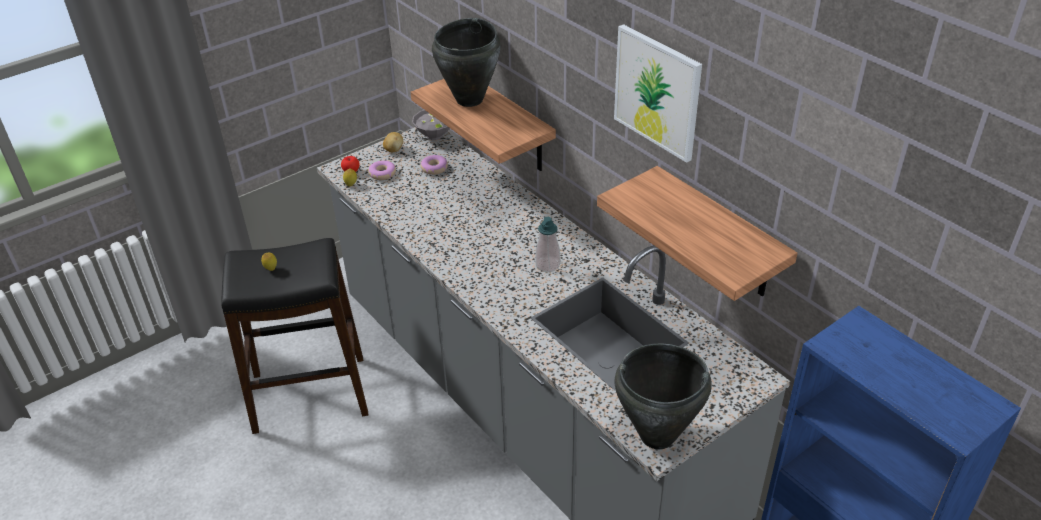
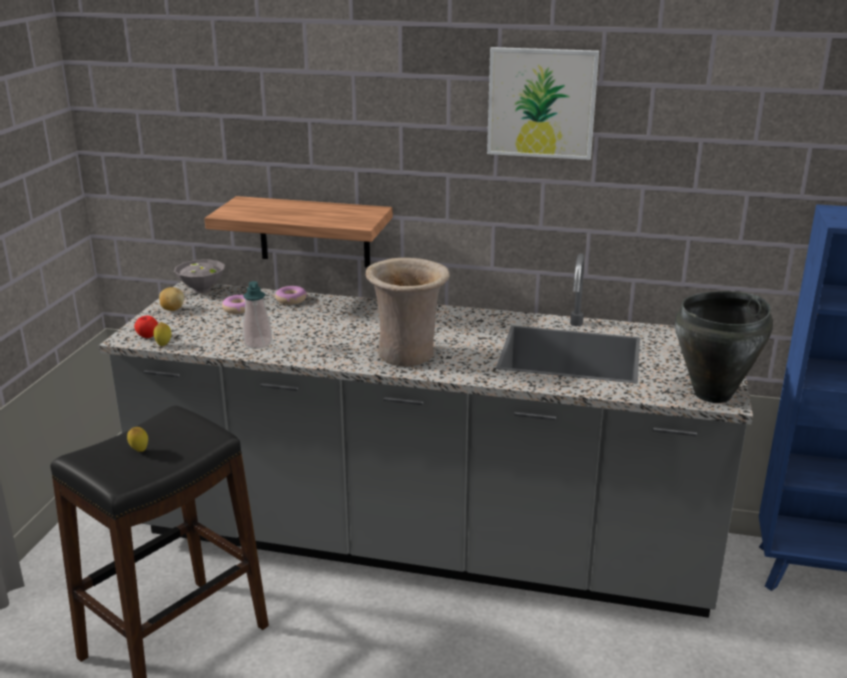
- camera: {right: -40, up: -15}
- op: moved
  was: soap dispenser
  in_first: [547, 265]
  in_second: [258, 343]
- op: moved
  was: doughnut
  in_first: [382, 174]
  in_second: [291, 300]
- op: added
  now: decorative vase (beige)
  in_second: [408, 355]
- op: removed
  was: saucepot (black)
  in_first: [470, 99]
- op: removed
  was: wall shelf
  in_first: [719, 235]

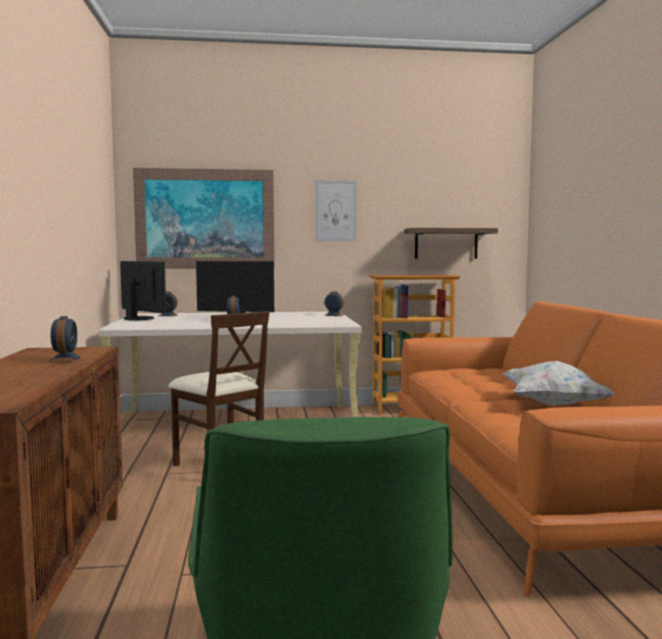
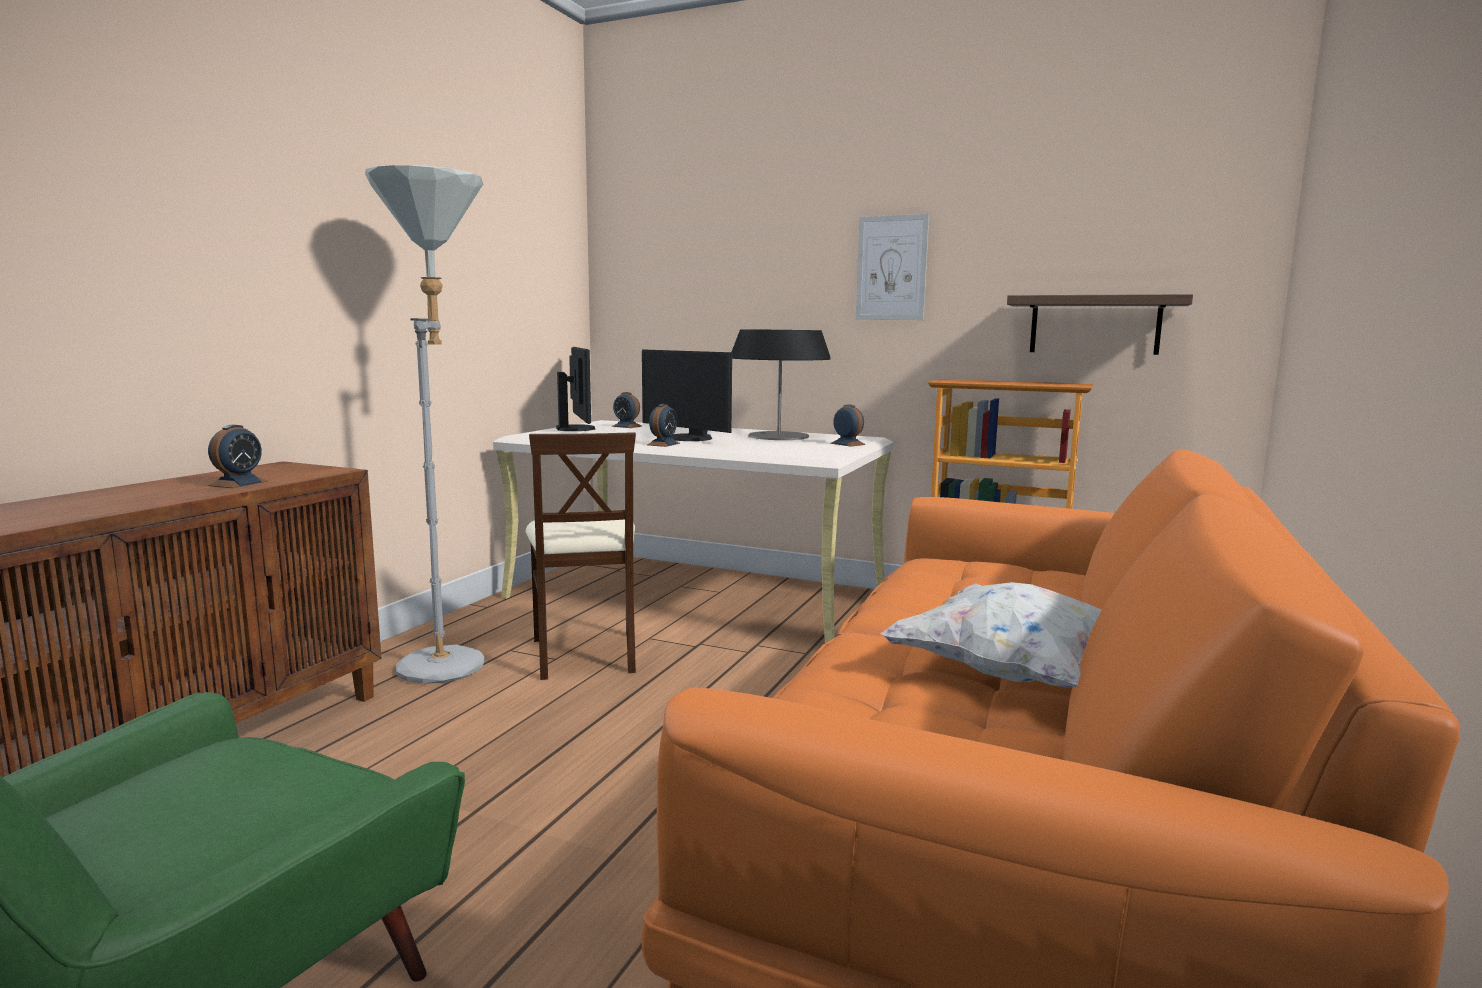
- camera: {right: 30, up: 5}
- op: added
  now: floor lamp (greyish)
  in_second: [449, 660]
- op: added
  now: lamp for a table
  in_second: [778, 436]
- op: removed
  was: wall art
  in_first: [205, 219]

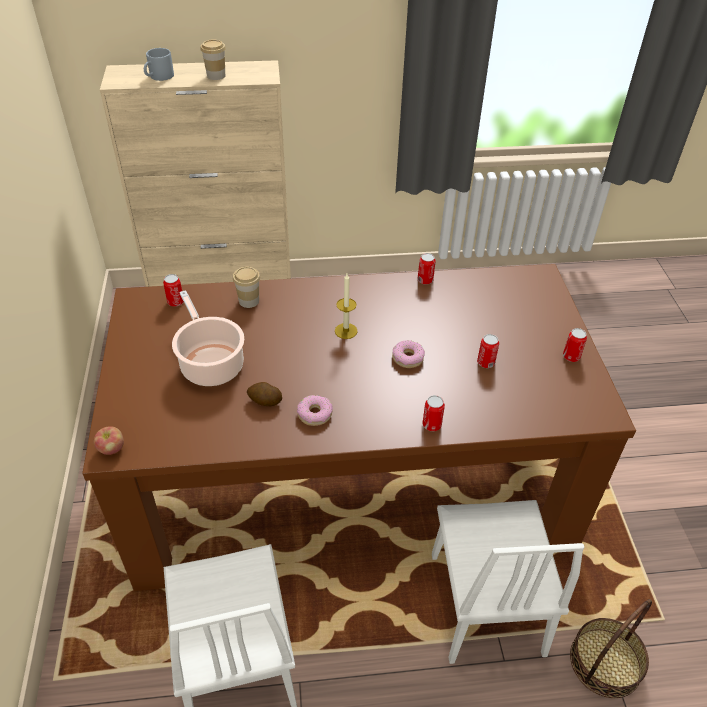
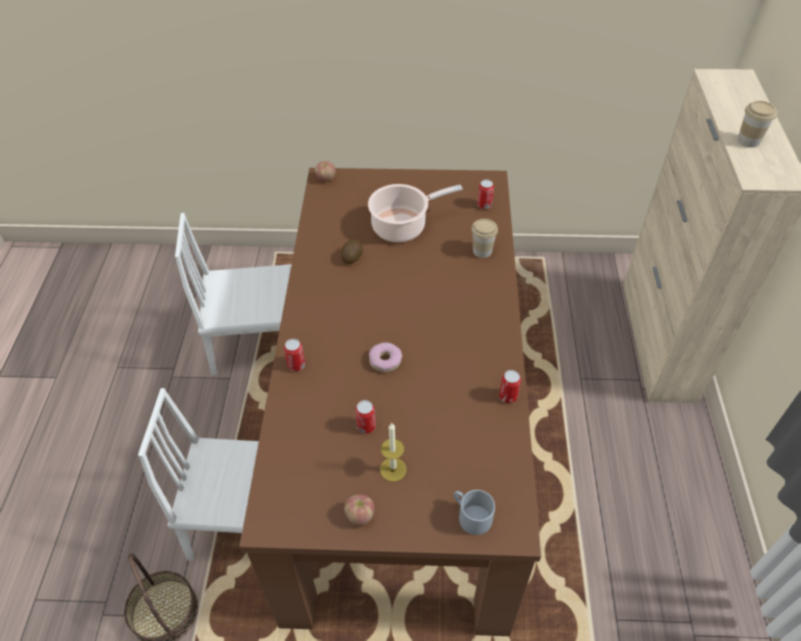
- camera: {right: 100, up: 5}
- op: replaced
  was: can
  now: apple fruit
  in_first: [571, 356]
  in_second: [360, 515]
- op: moved
  was: candle
  in_first: [346, 331]
  in_second: [393, 469]
- op: moved
  was: mug (greyish)
  in_first: [159, 77]
  in_second: [470, 516]
- op: removed
  was: doughnut
  in_first: [315, 414]

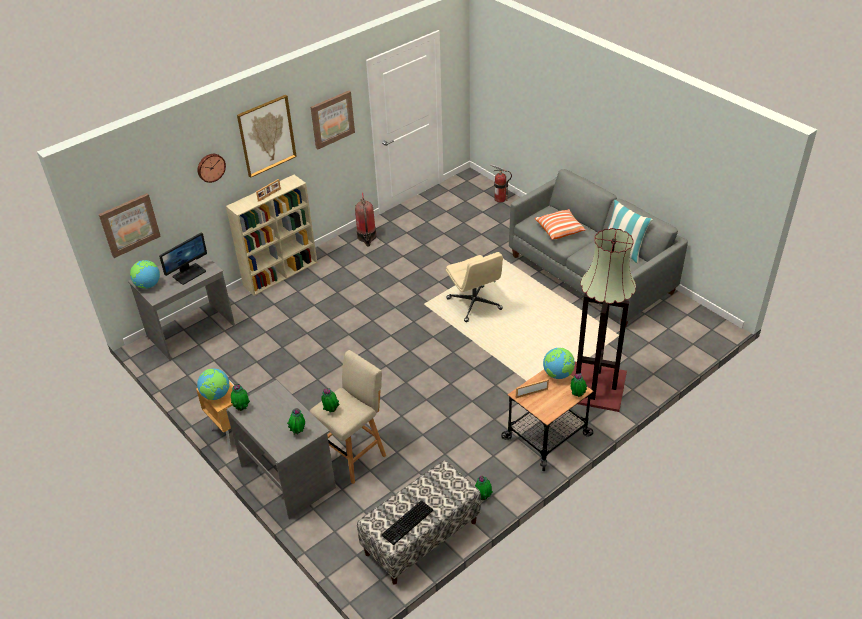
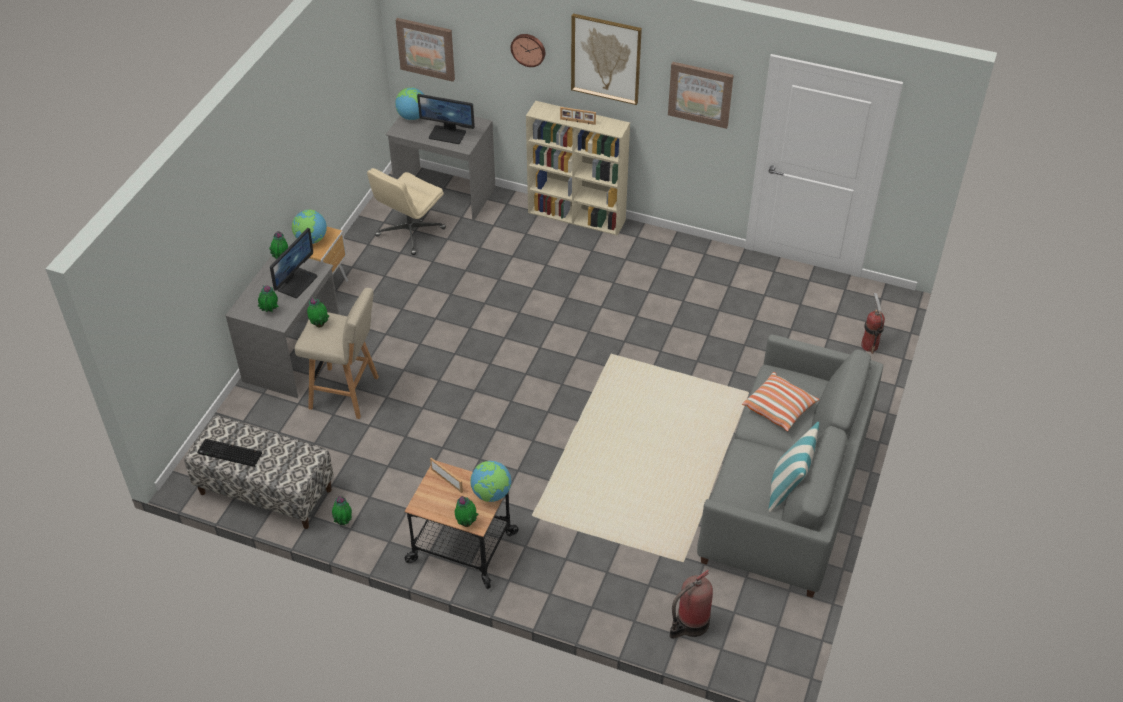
- camera: {right: 60, up: 5}
- op: added
  now: computer display
  in_second: [297, 282]
- op: moved
  was: office chair (beige)
  in_first: [474, 304]
  in_second: [410, 233]
- op: moved
  was: fire extinguisher
  in_first: [367, 237]
  in_second: [690, 624]
- op: removed
  was: floor lamp
  in_first: [596, 386]

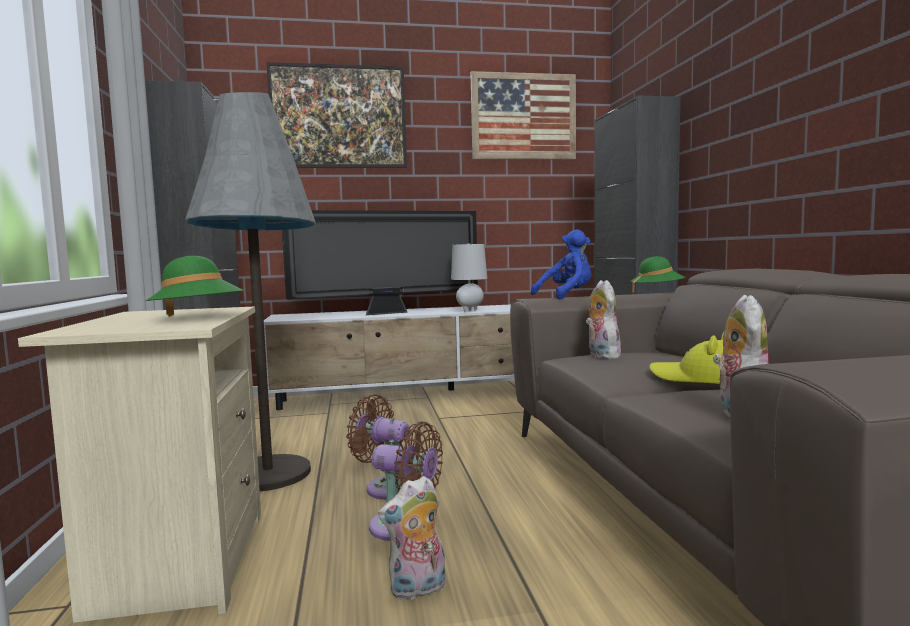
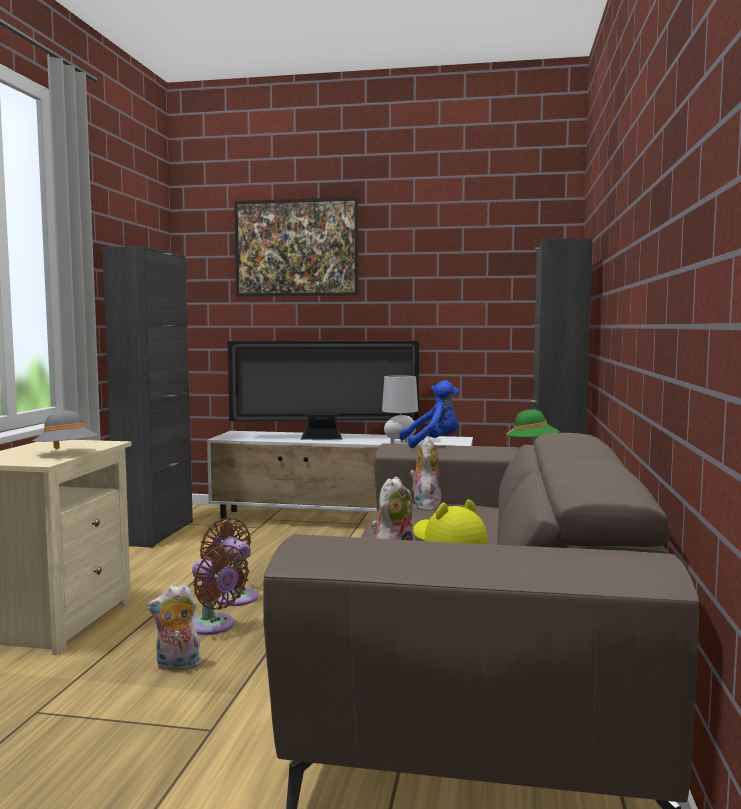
- camera: {right: 20, up: 0}
- op: recoloured
  was: clothing hat (green-coloured)
  now: clothing hat (greyish)
  in_first: [198, 318]
  in_second: [67, 453]
- op: removed
  was: floor lamp (greyish)
  in_first: [268, 474]
- op: removed
  was: wall art
  in_first: [523, 117]

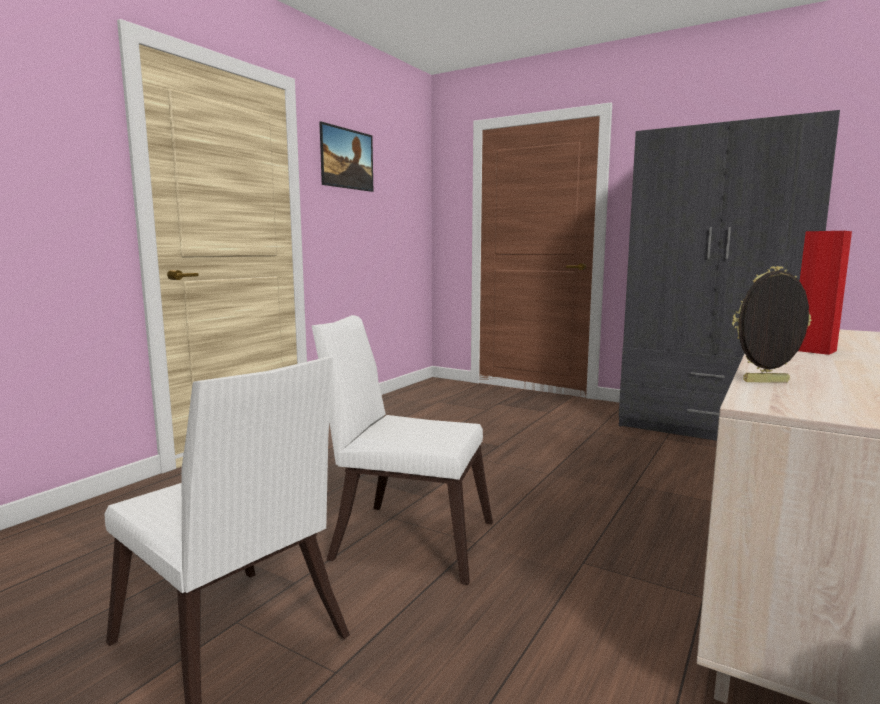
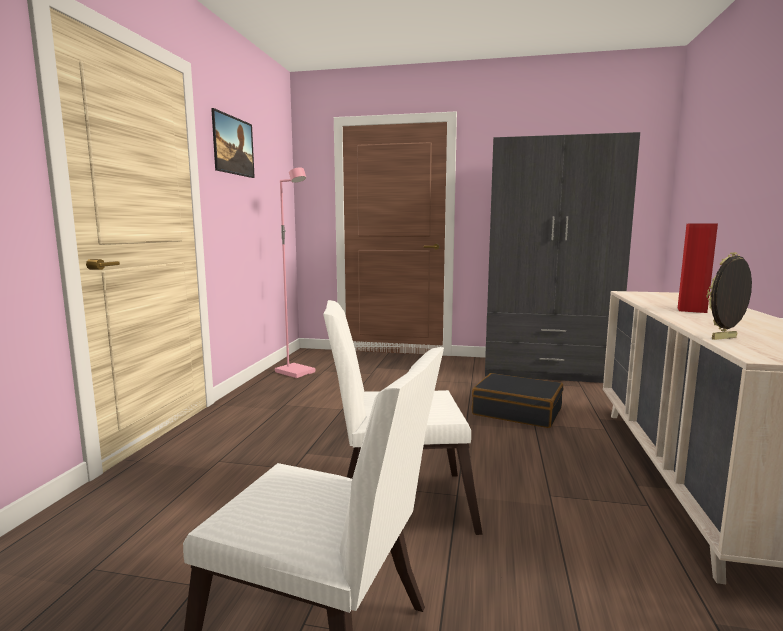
- camera: {right: -20, up: 0}
- op: added
  now: floor lamp (pink-coloured)
  in_second: [296, 372]
- op: added
  now: piece of luggage (black)
  in_second: [517, 411]

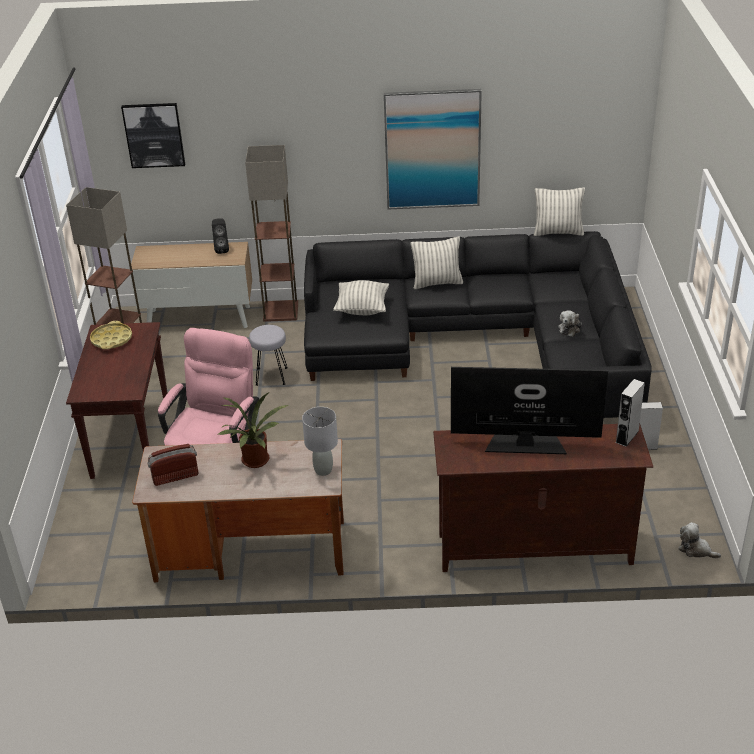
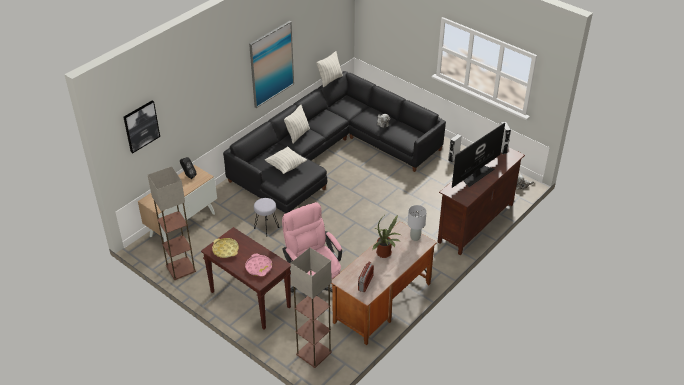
- camera: {right: -50, up: 5}
- op: added
  now: serving tray (pink-coloured)
  in_second: [259, 267]
- op: moved
  was: floor lamp
  in_first: [281, 311]
  in_second: [313, 352]

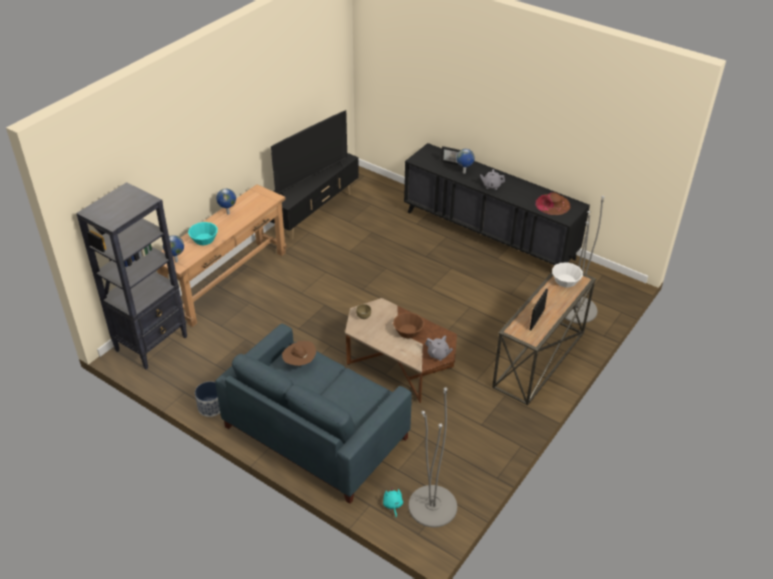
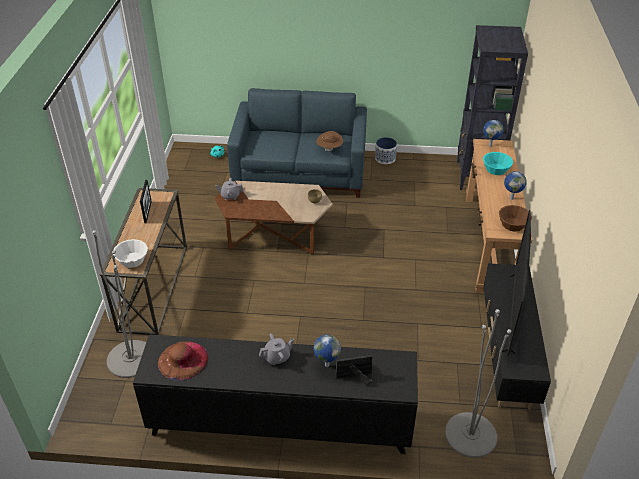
- camera: {right: 150, up: 0}
- op: moved
  was: floor lamp (greyish)
  in_first: [432, 506]
  in_second: [470, 435]
- op: moved
  was: serving bowl (brown-coloured)
  in_first: [408, 331]
  in_second: [513, 224]

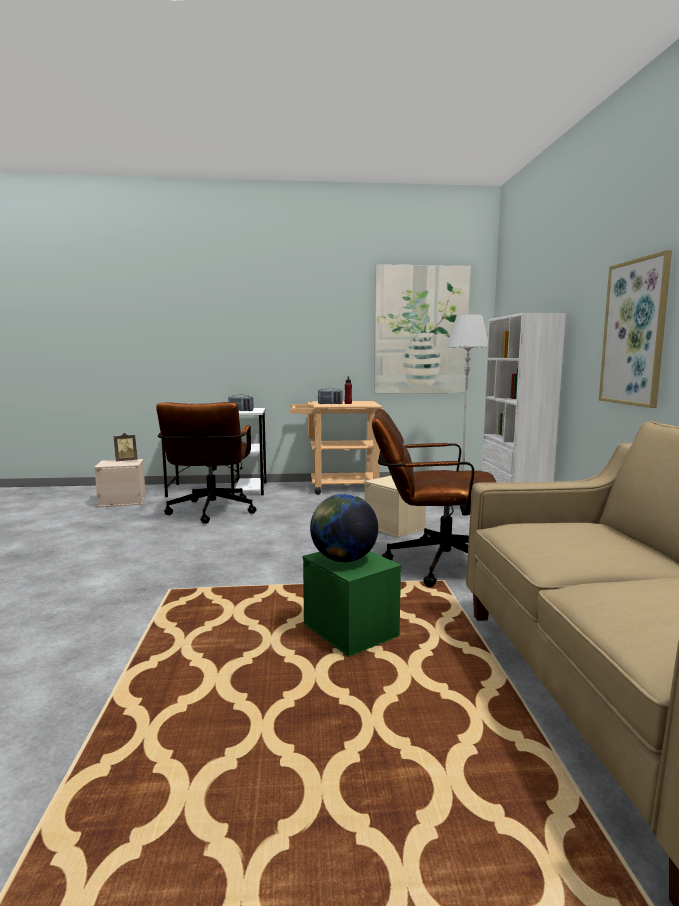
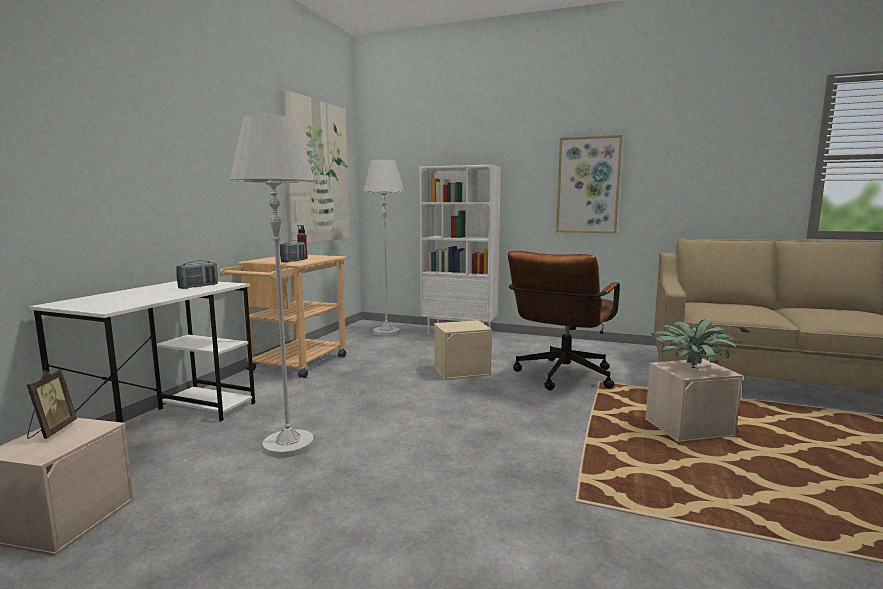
- camera: {right: -65, up: 0}
- op: replaced
  was: office chair (brown-coloured)
  now: floor lamp (white-coloured)
  in_first: [210, 513]
  in_second: [288, 445]
- op: recoloured
  was: storage bin (green-coloured)
  now: storage bin (beige)
  in_first: [352, 631]
  in_second: [689, 427]
- op: replaced
  was: world globe
  now: potted plant
  in_first: [343, 559]
  in_second: [694, 370]

